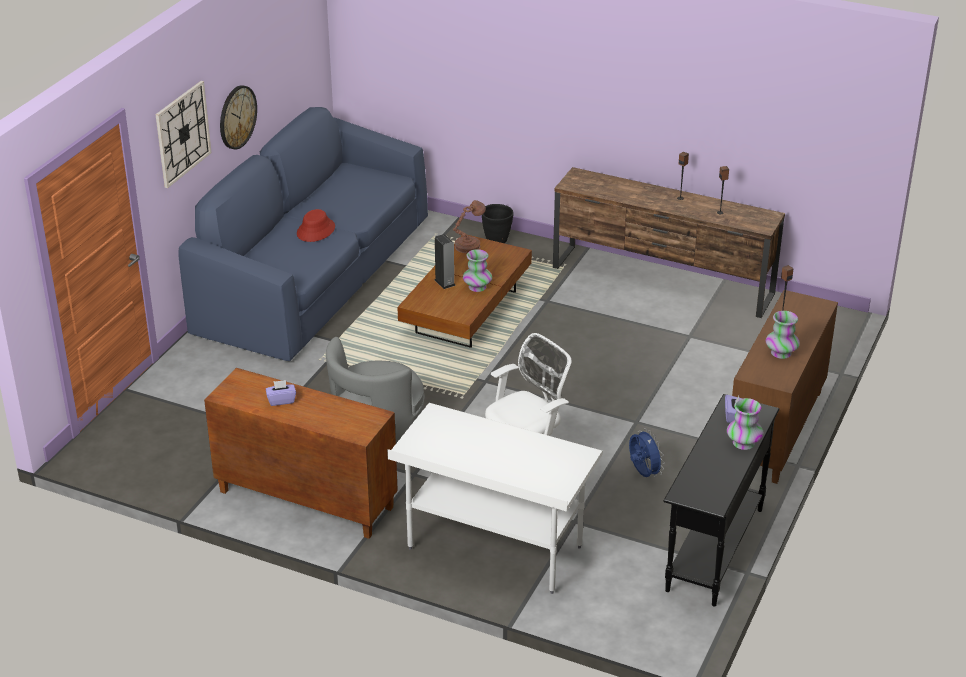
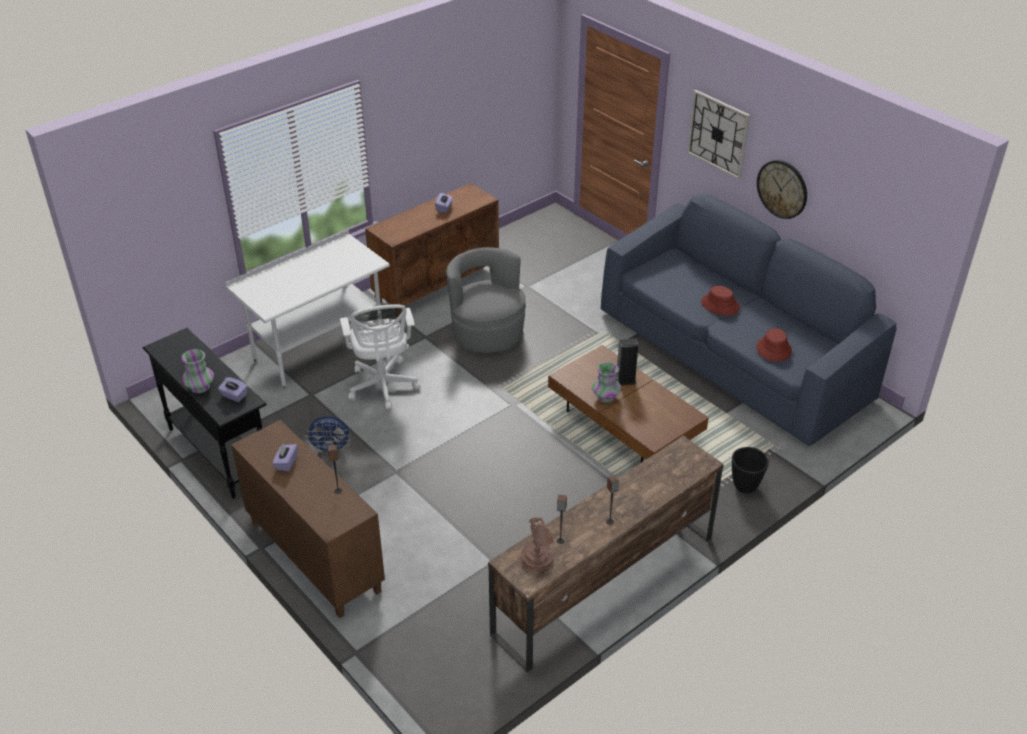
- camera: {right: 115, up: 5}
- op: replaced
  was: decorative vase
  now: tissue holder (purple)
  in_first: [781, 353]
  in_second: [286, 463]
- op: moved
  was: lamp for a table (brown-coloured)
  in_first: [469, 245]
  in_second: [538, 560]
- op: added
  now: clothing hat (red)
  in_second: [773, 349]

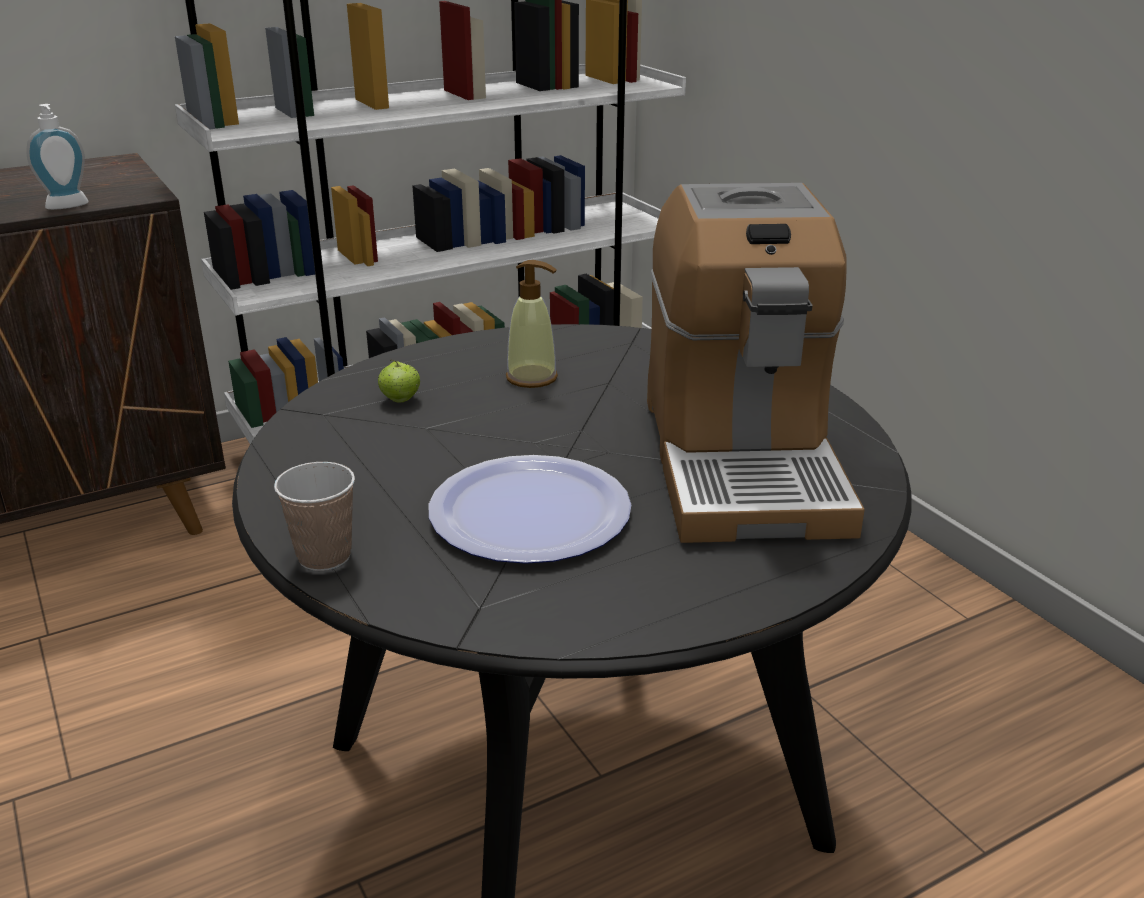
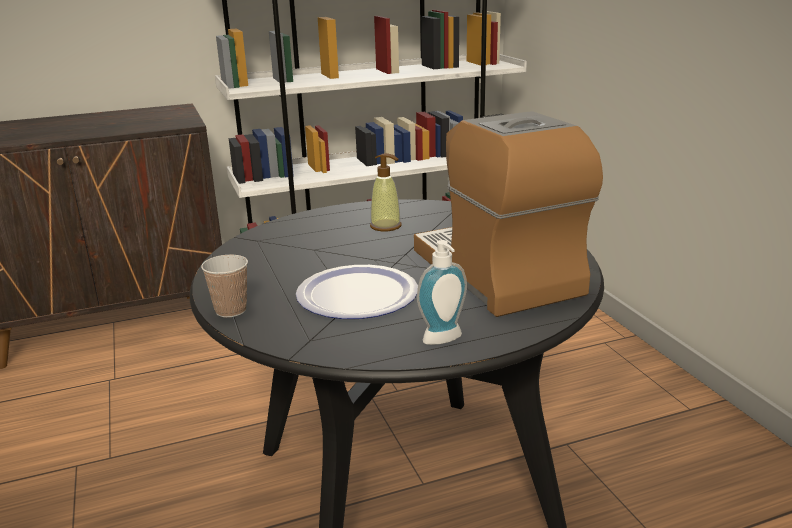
- camera: {right: 10, up: -5}
- op: turned
  was: coffee machine
  in_first: [741, 460]
  in_second: [497, 273]
  clockwise: 150
- op: moved
  was: soap dispenser
  in_first: [68, 207]
  in_second: [444, 340]
- op: removed
  was: apple fruit
  in_first: [400, 400]

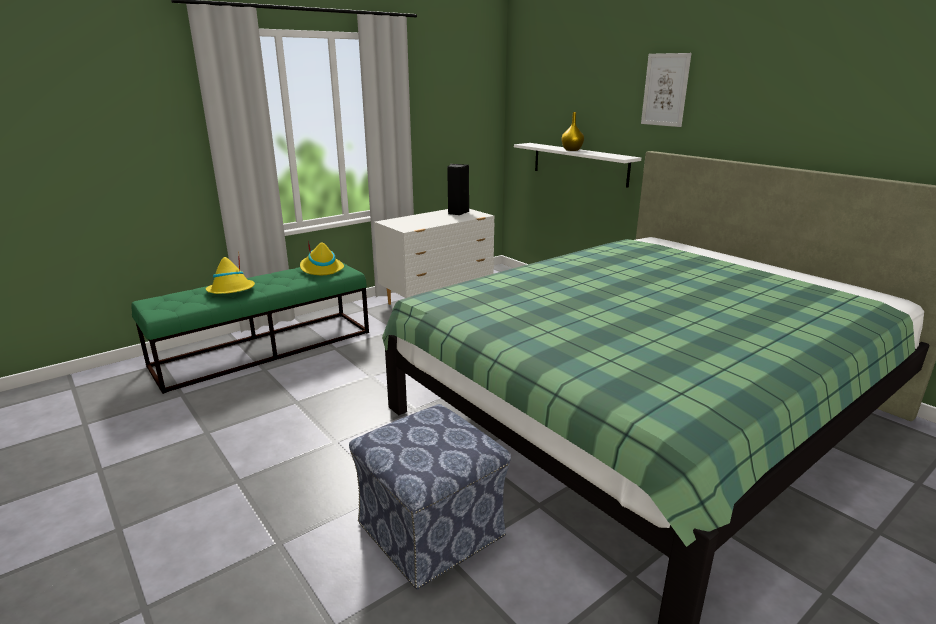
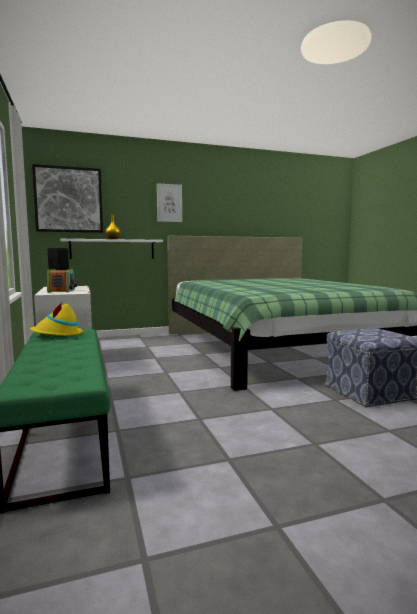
- camera: {right: -70, up: -15}
- op: added
  now: wall art
  in_second: [69, 199]
- op: added
  now: radio set
  in_second: [62, 291]
- op: removed
  was: clothing hat (yellowish)
  in_first: [232, 291]

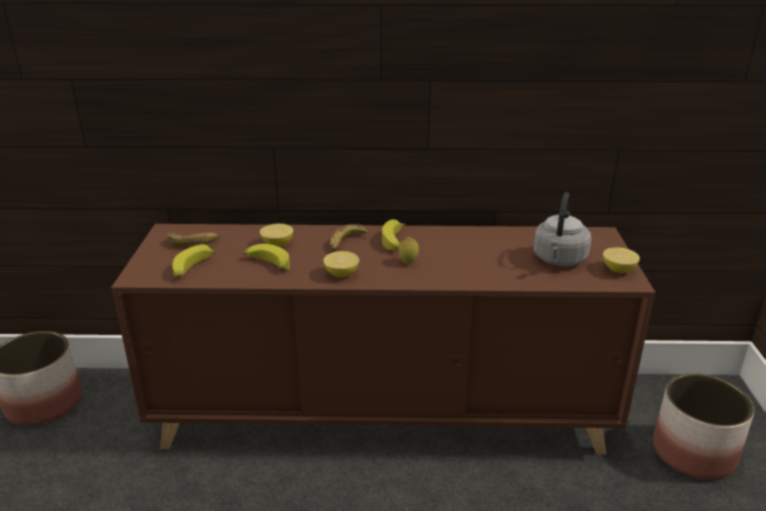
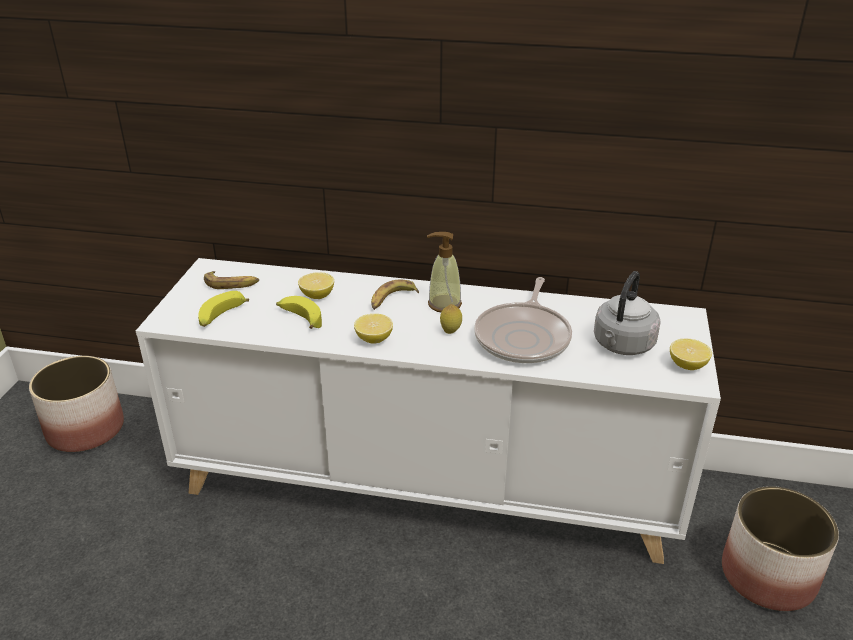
- camera: {right: 10, up: 5}
- op: recoloured
  was: cupboard (brown-coloured)
  now: cupboard (white-coloured)
  in_first: [384, 414]
  in_second: [428, 485]
- op: replaced
  was: banana
  now: soap dispenser
  in_first: [394, 242]
  in_second: [444, 304]
- op: added
  now: frying pan
  in_second: [524, 337]

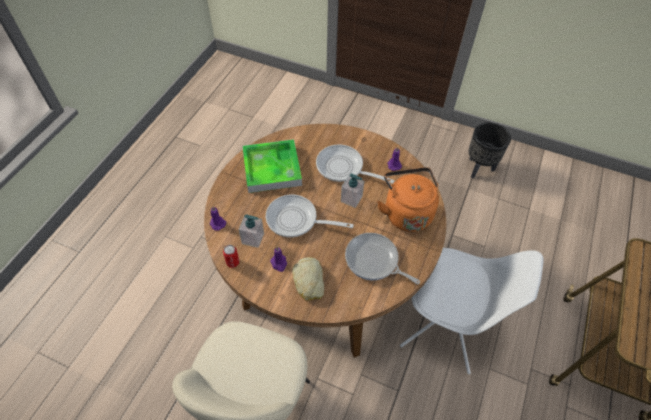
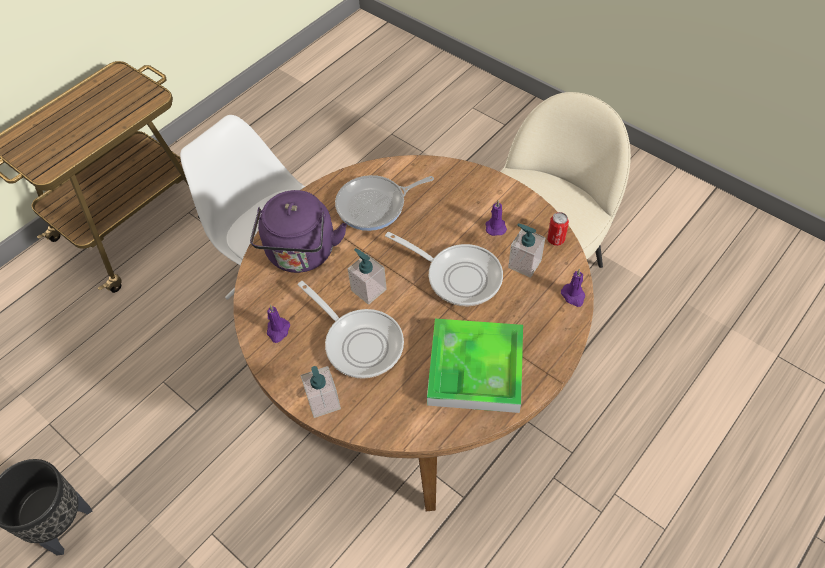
- camera: {right: -160, up: 0}
- op: recoloured
  was: water kettle (orange-coloured)
  now: water kettle (purple)
  in_first: [406, 212]
  in_second: [301, 255]
- op: added
  now: soap dispenser
  in_second: [323, 402]
- op: turned
  was: frying pan
  in_first: [374, 261]
  in_second: [375, 206]
  clockwise: 105
- op: removed
  was: bread
  in_first: [308, 281]

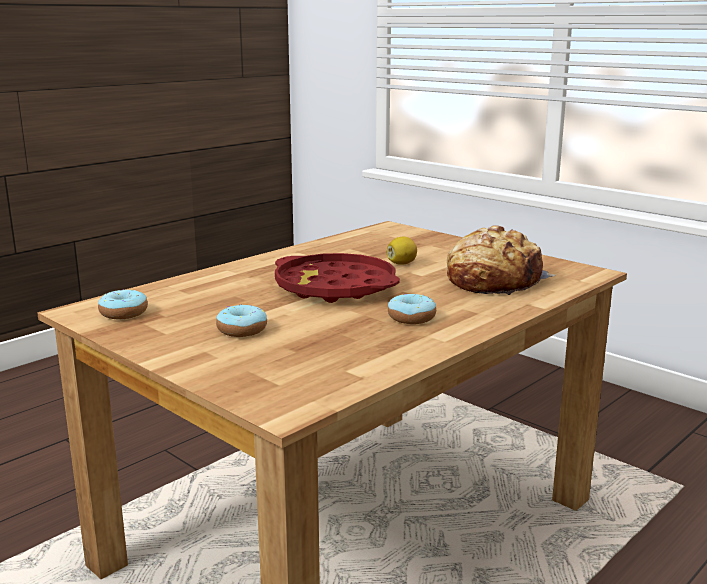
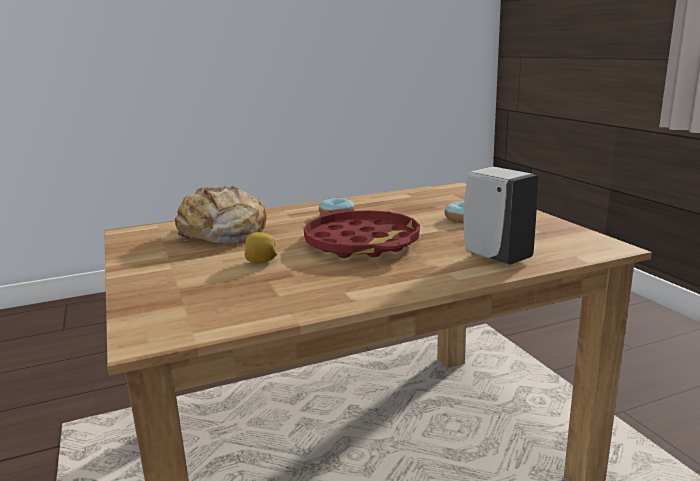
- camera: {right: -155, up: 0}
- op: added
  now: soap dispenser (white-coloured)
  in_second: [495, 257]
- op: removed
  was: doughnut
  in_first: [123, 313]

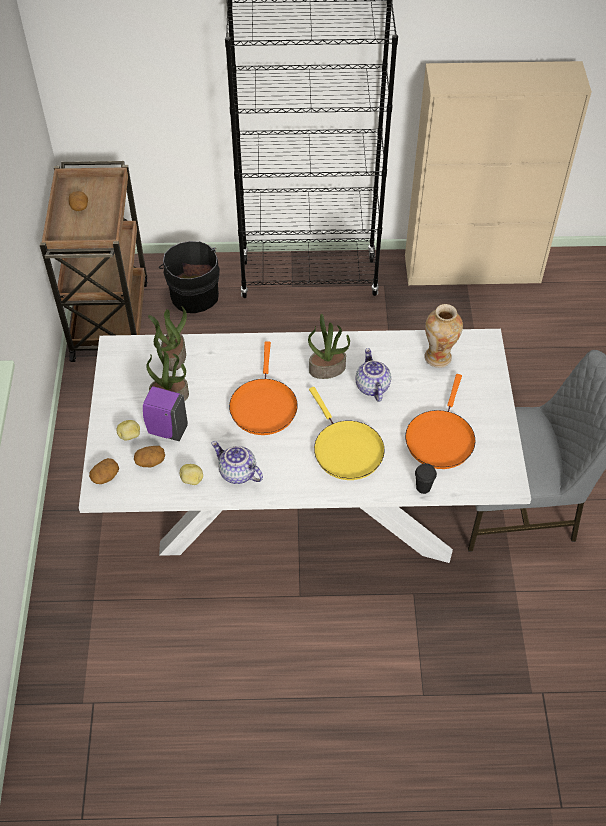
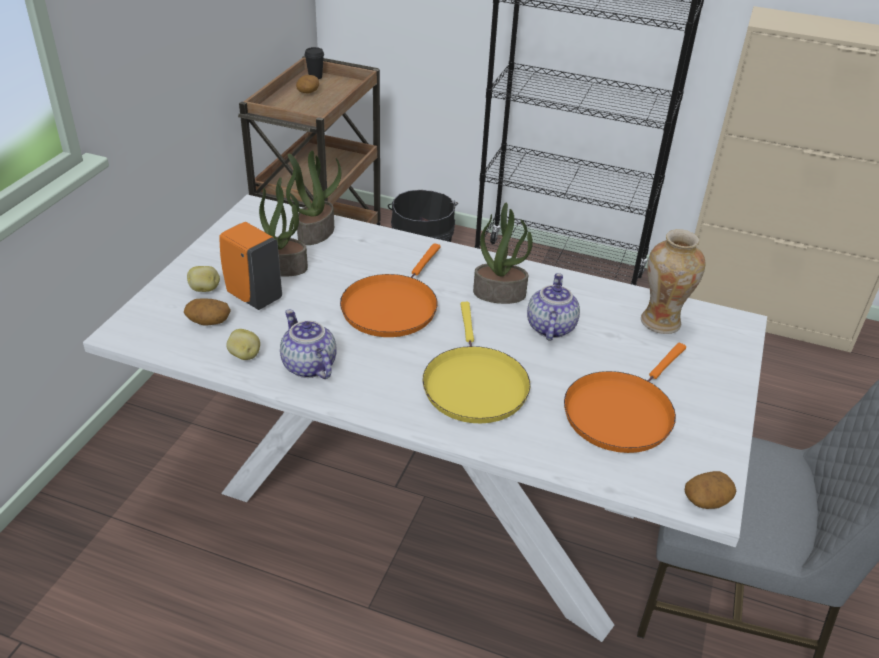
- camera: {right: 20, up: -15}
- op: recoloured
  was: soap dispenser (purple)
  now: soap dispenser (orange-coloured)
  in_first: [166, 430]
  in_second: [253, 296]
- op: moved
  was: drinking cup (black)
  in_first: [423, 487]
  in_second: [315, 77]
- op: moved
  was: whole potato
  in_first: [105, 476]
  in_second: [706, 500]

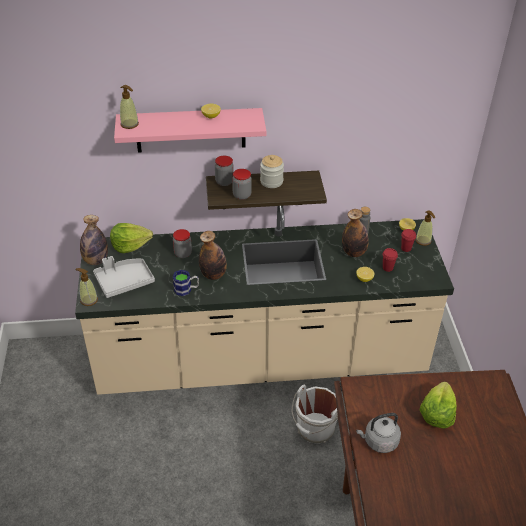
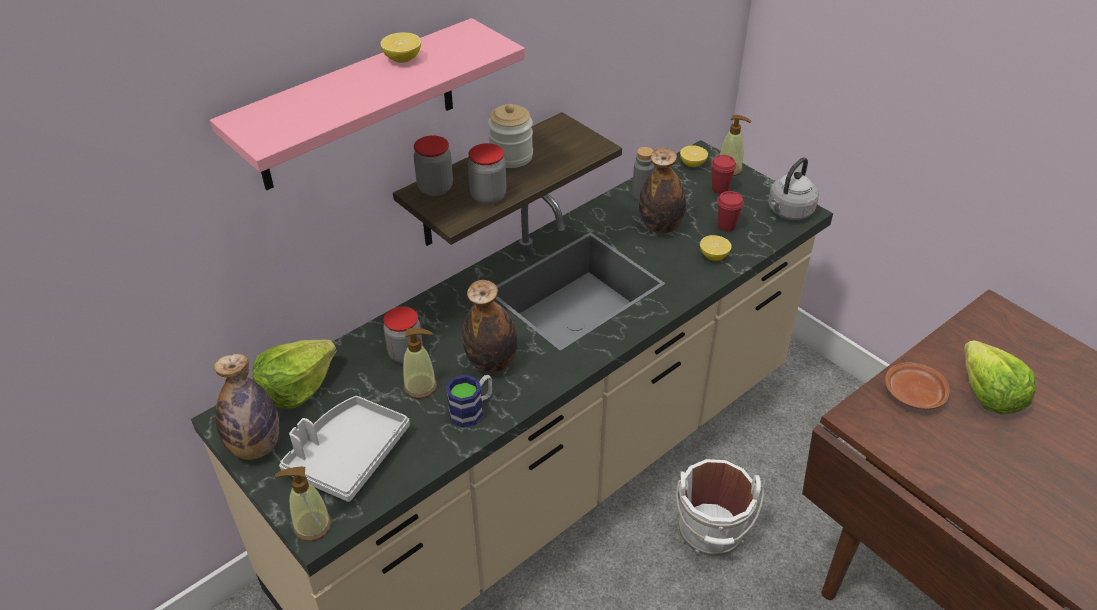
- camera: {right: -35, up: 0}
- op: moved
  was: soap dispenser
  in_first: [129, 124]
  in_second: [420, 386]
- op: moved
  was: water kettle (greyish)
  in_first: [379, 441]
  in_second: [788, 212]
- op: added
  now: dinner plate (brown-coloured)
  in_second: [913, 394]

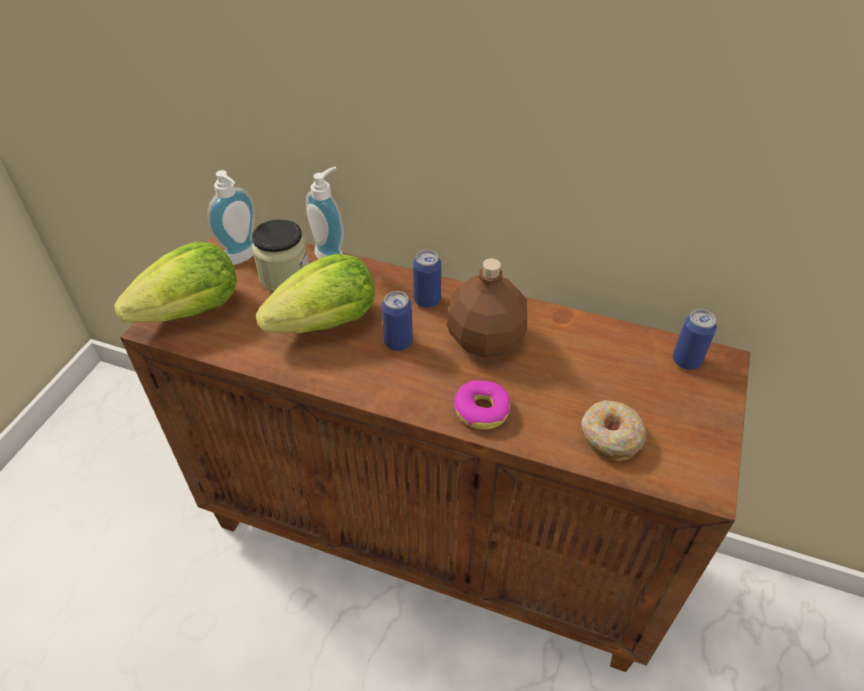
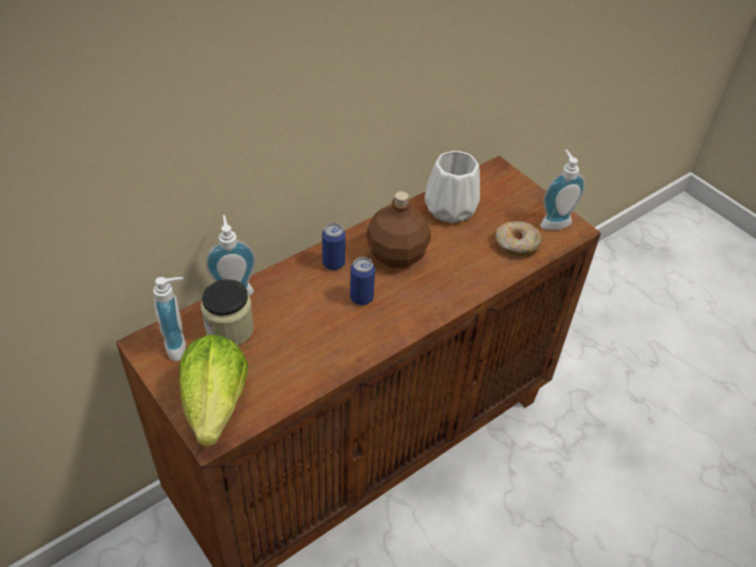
- camera: {right: -60, up: 0}
- op: added
  now: decorative vase (white-coloured)
  in_second: [449, 208]
- op: added
  now: soap dispenser
  in_second: [554, 221]
- op: removed
  was: lettuce
  in_first: [327, 323]
- op: removed
  was: doughnut
  in_first: [481, 410]
- op: removed
  was: can
  in_first: [686, 361]

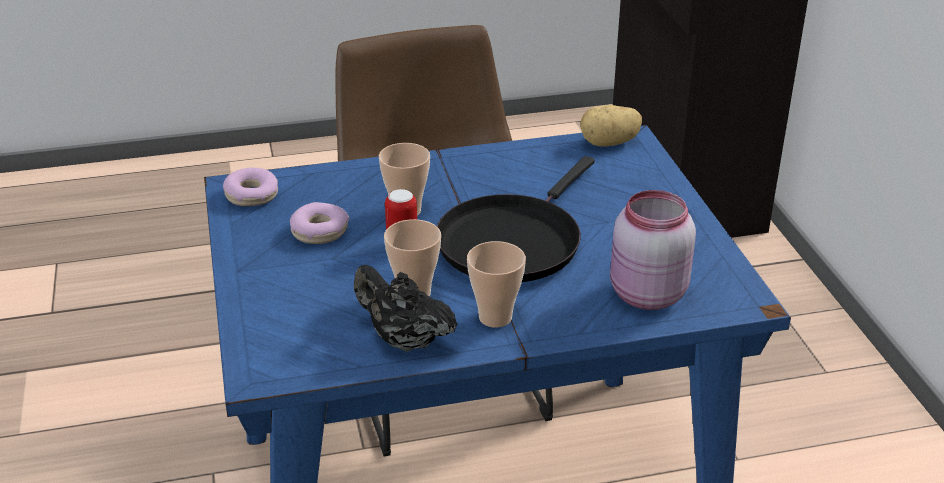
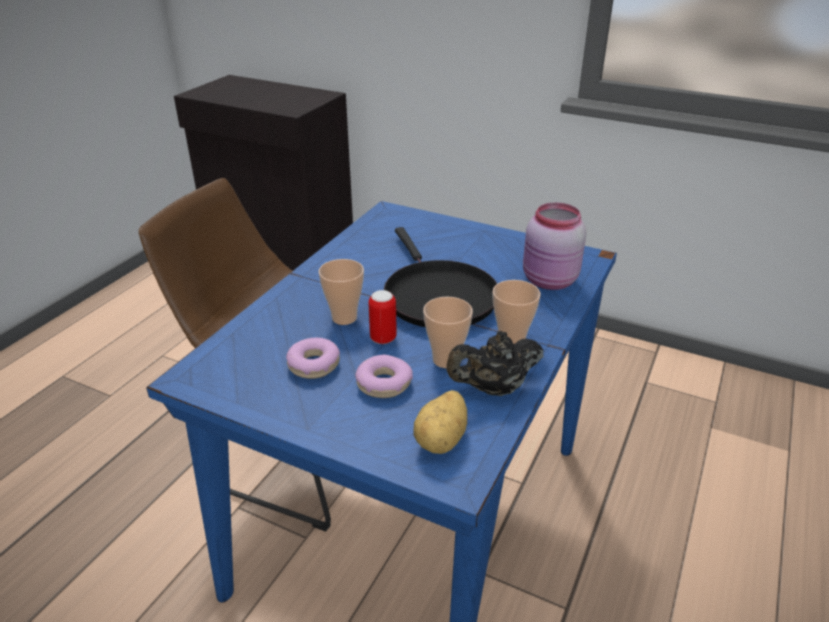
- camera: {right: -50, up: 0}
- op: moved
  was: doughnut
  in_first: [251, 195]
  in_second: [384, 384]
- op: moved
  was: whole potato
  in_first: [609, 143]
  in_second: [443, 439]

